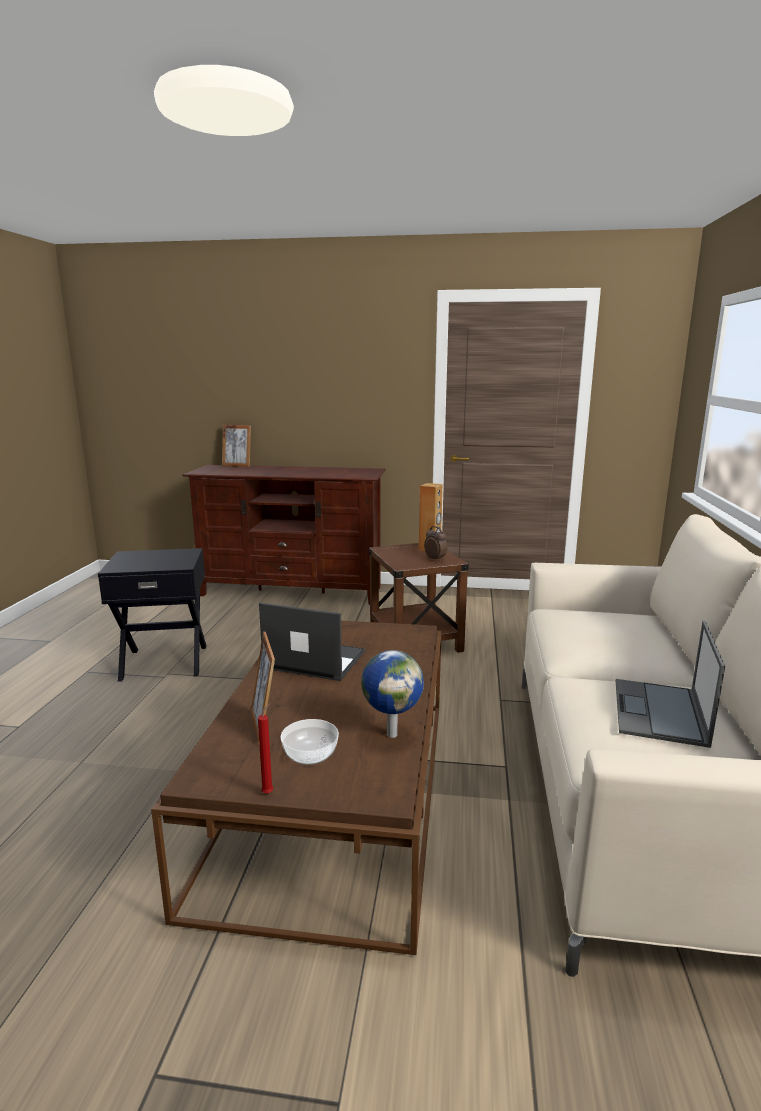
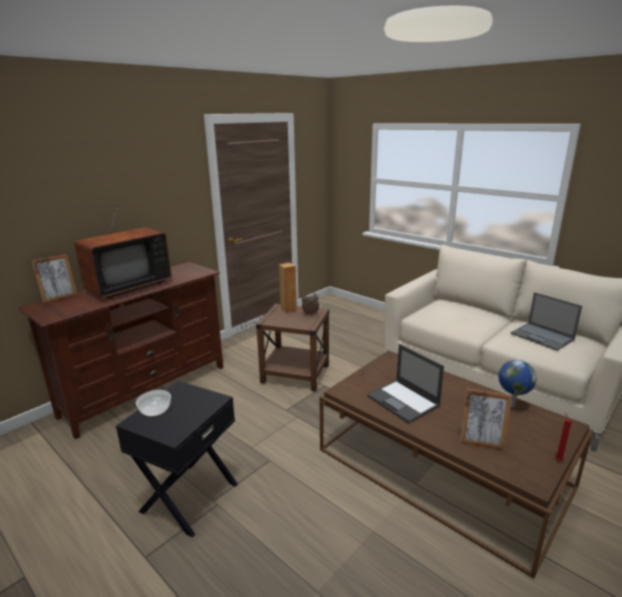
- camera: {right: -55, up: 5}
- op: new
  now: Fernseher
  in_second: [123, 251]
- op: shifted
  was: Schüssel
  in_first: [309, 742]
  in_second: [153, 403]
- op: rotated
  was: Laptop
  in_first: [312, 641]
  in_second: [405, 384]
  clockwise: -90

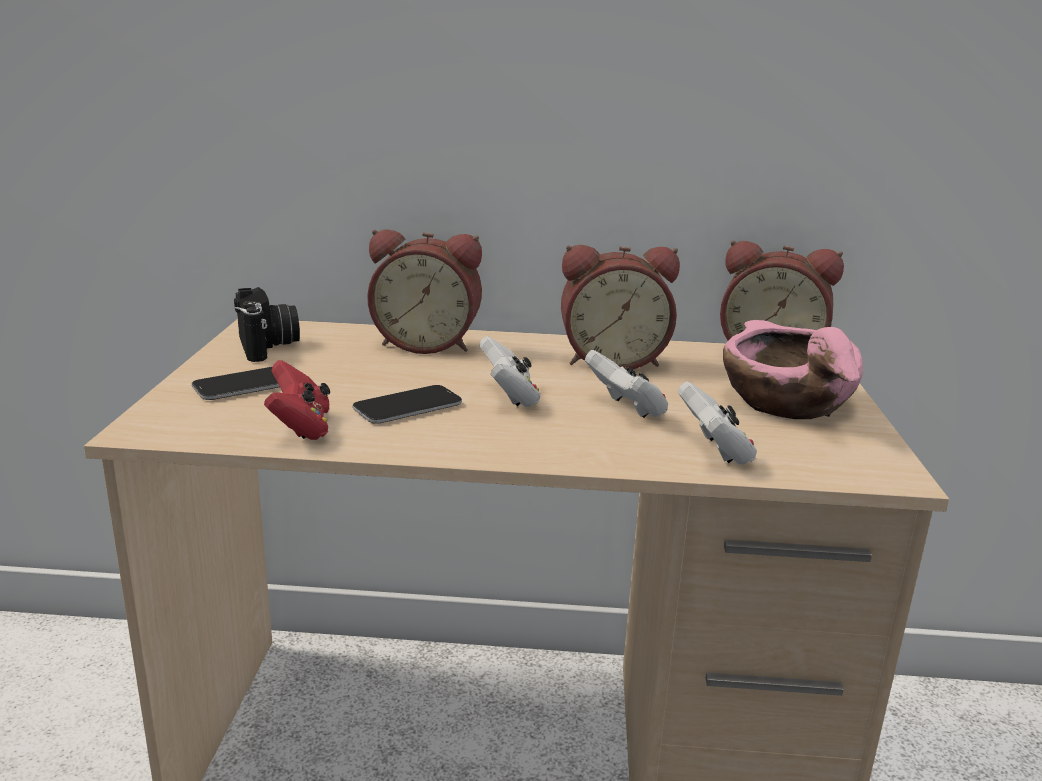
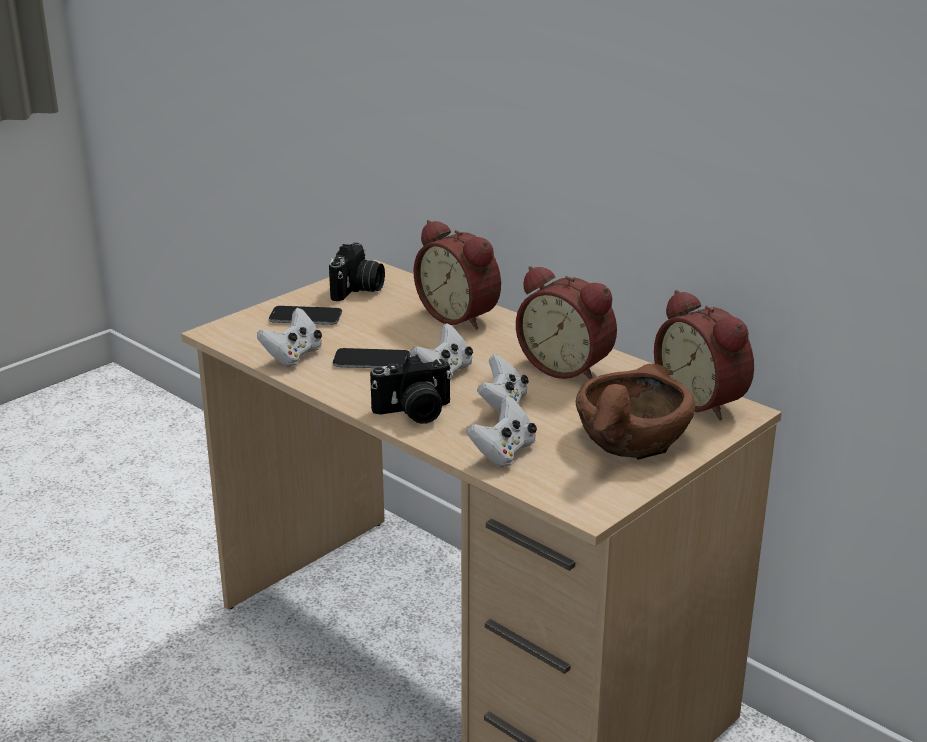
- camera: {right: 40, up: 5}
- op: new
  now: Kamera
  in_second: [411, 389]
- op: repainted
  was: Gamepad [rot]
  now: Gamepad [weiß]
  in_first: [297, 400]
  in_second: [289, 337]
- op: repainted
  was: Schüssel [rosa]
  now: Schüssel [braun]
  in_first: [793, 369]
  in_second: [635, 412]

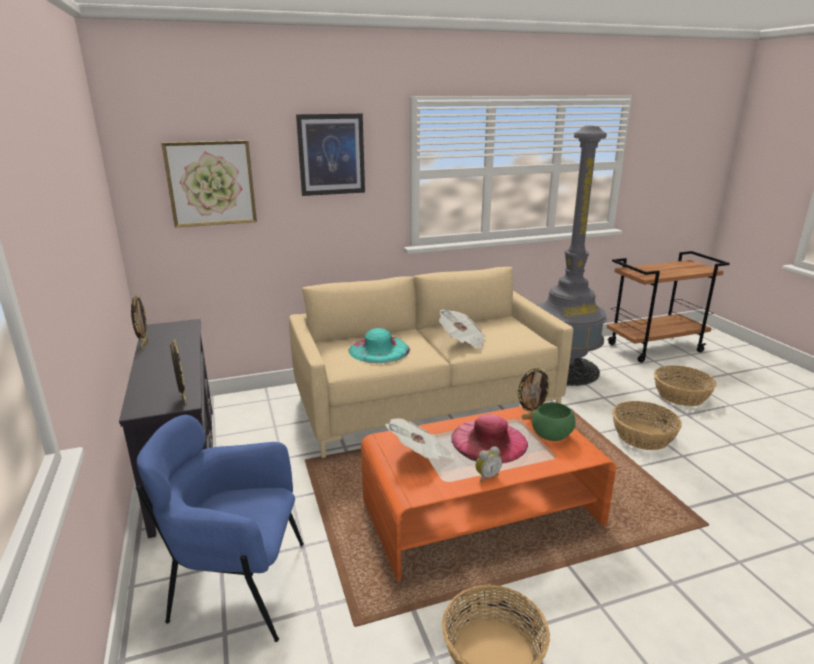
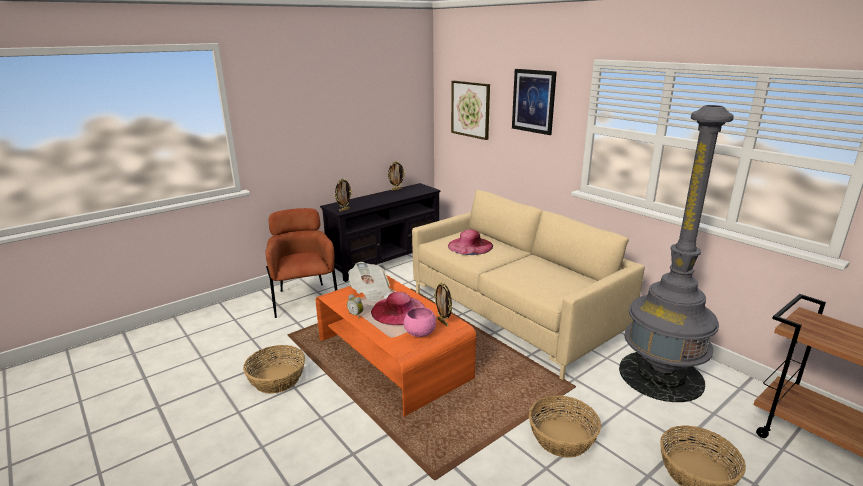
- camera: {right: 70, up: 0}
- op: gone
  was: Zeitung
  in_first: [462, 329]
- op: repainted
  was: Sessel [blau]
  now: Sessel [braun]
  in_first: [220, 528]
  in_second: [301, 263]
- op: repainted
  was: Hut [türkis]
  now: Hut [rosa]
  in_first: [379, 345]
  in_second: [470, 242]
- op: repainted
  was: Schüssel [grün]
  now: Schüssel [rosa]
  in_first: [553, 421]
  in_second: [419, 322]

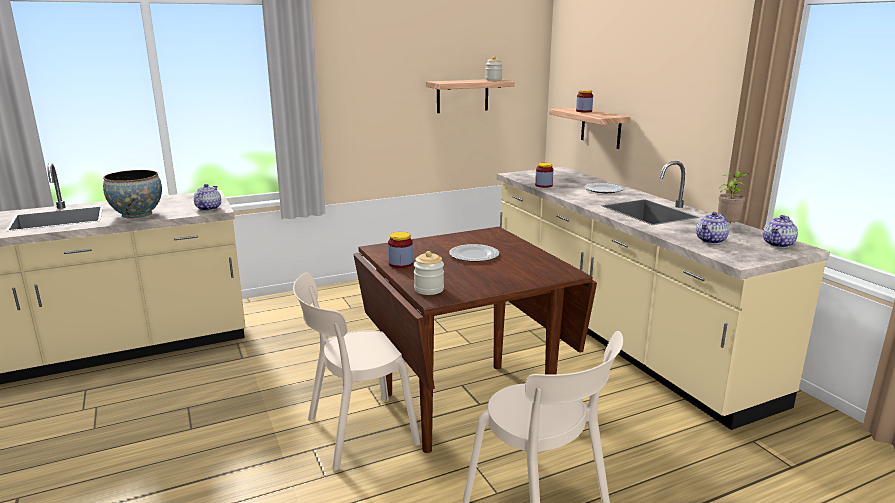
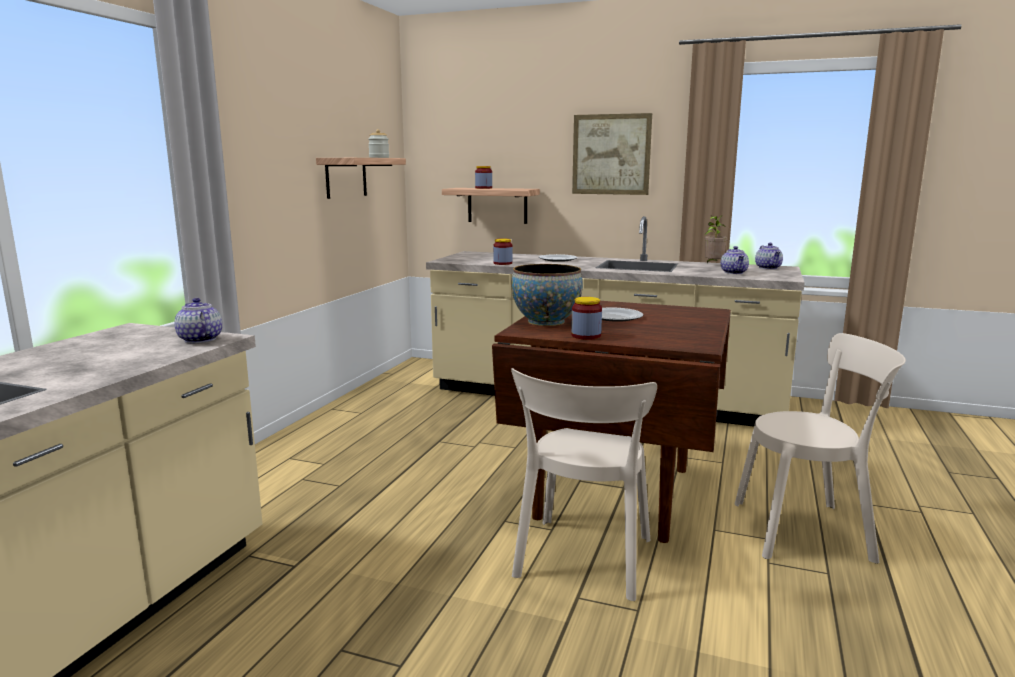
- camera: {right: -45, up: -5}
- op: gone
  was: Vorratsglas
  in_first: [429, 273]
- op: new
  now: Bild
  in_second: [612, 154]
- op: shifted
  was: Schüssel
  in_first: [132, 194]
  in_second: [547, 295]

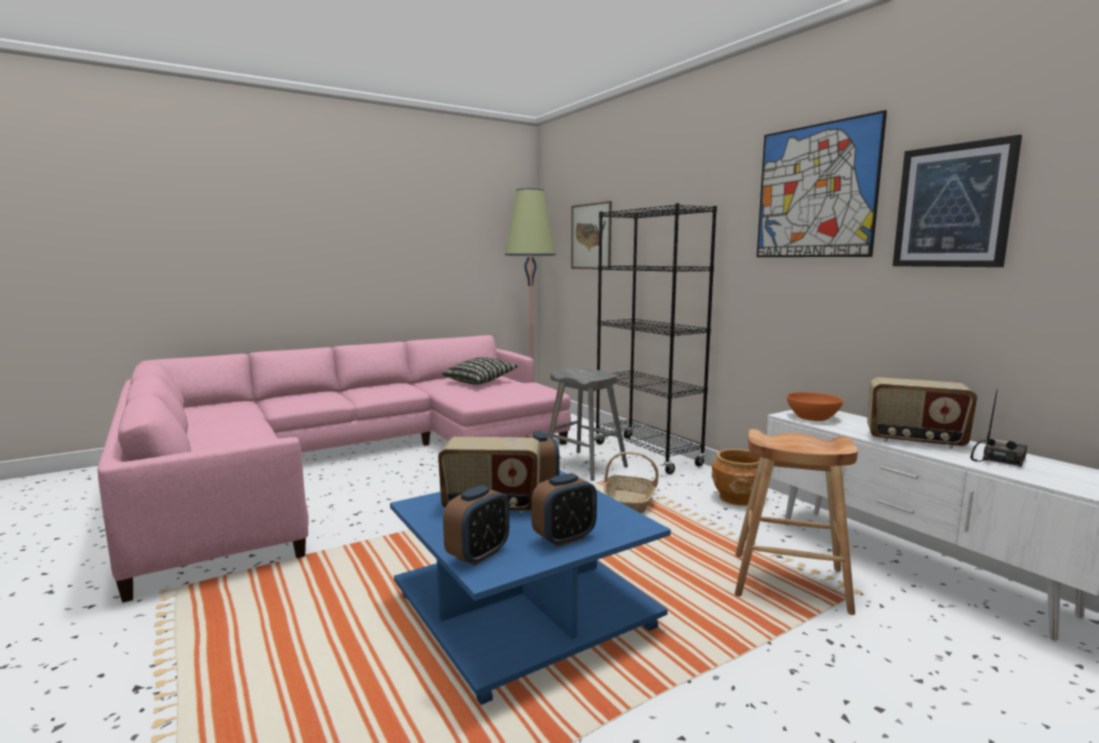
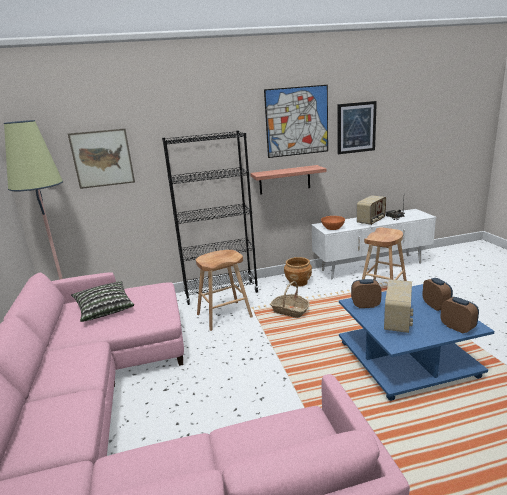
- camera: {right: -70, up: 10}
- op: new
  now: Wandregal
  in_second: [288, 180]
- op: repainted
  was: Hocker [grau]
  now: Hocker [braun]
  in_first: [588, 424]
  in_second: [224, 290]

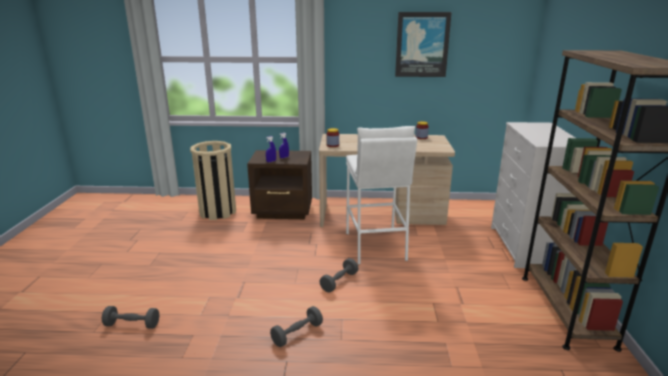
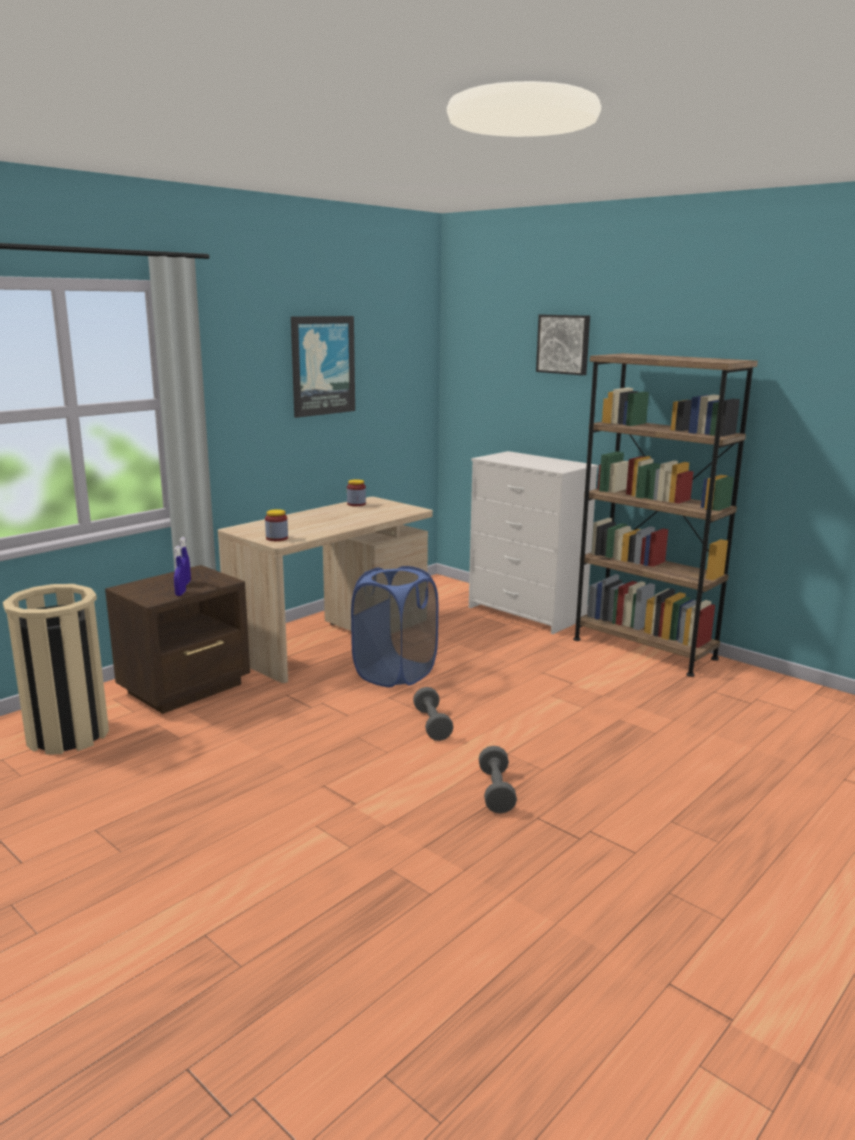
- camera: {right: -50, up: -5}
- op: gone
  was: Hantel [grau]
  in_first: [130, 317]
- op: new
  now: Bild
  in_second: [563, 345]
- op: swapped
  was: Hocker [weiß]
  now: Wäschekorb [blau]
  in_first: [381, 195]
  in_second: [394, 626]

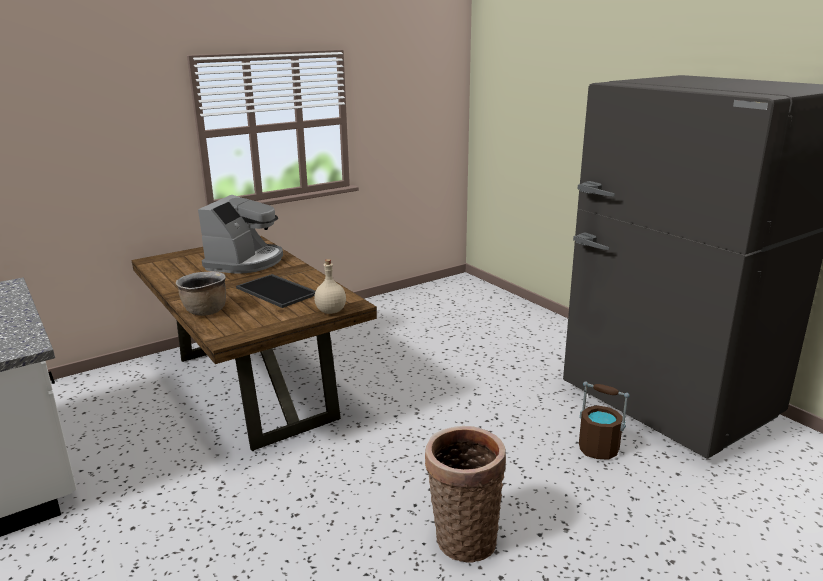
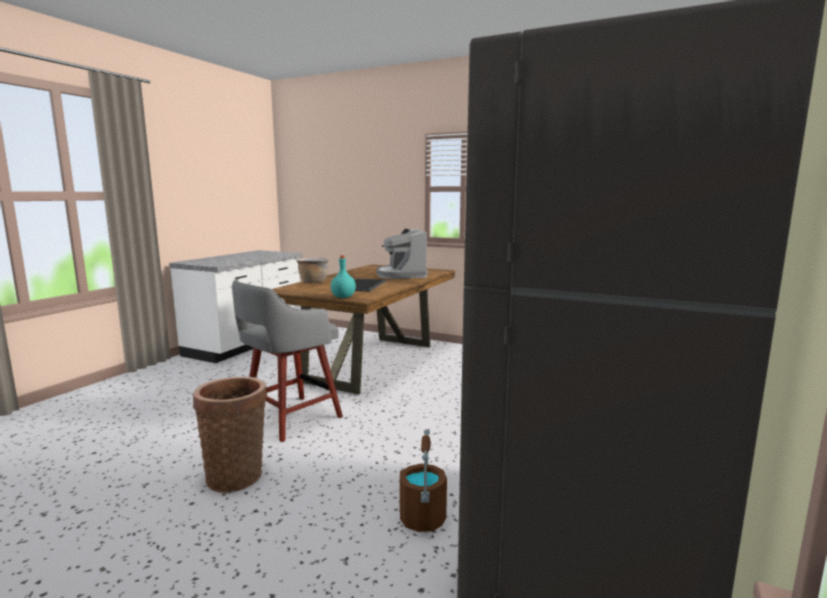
- camera: {right: 60, up: -10}
- op: new
  now: Hocker [grau]
  in_second: [287, 361]
- op: repainted
  was: Flasche [beige]
  now: Flasche [türkis]
  in_first: [330, 286]
  in_second: [343, 276]
- op: rotated
  was: Kaffeemaschine
  in_first: [240, 234]
  in_second: [402, 254]
  clockwise: 90

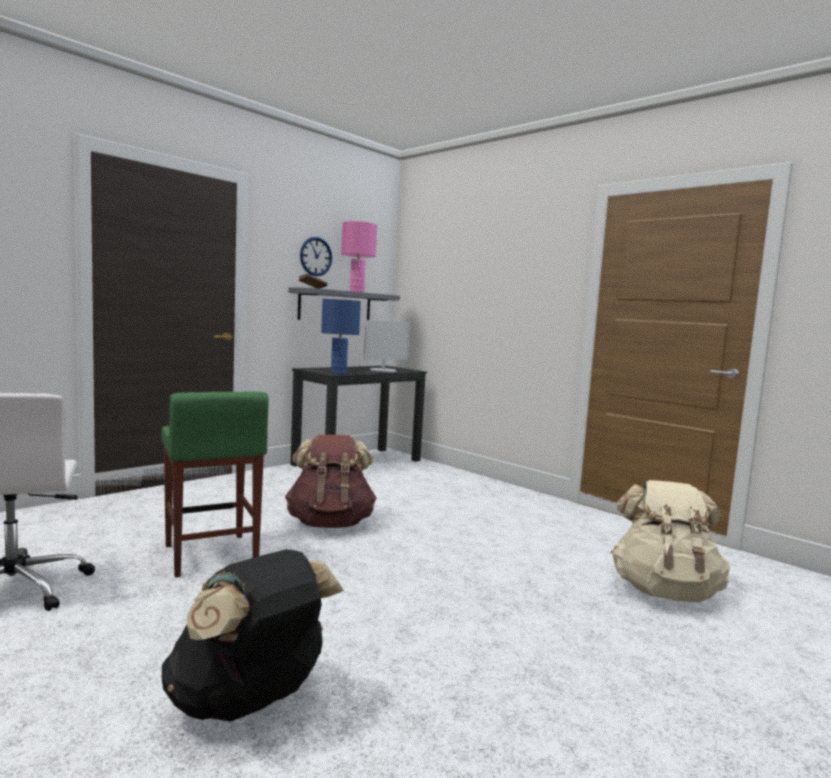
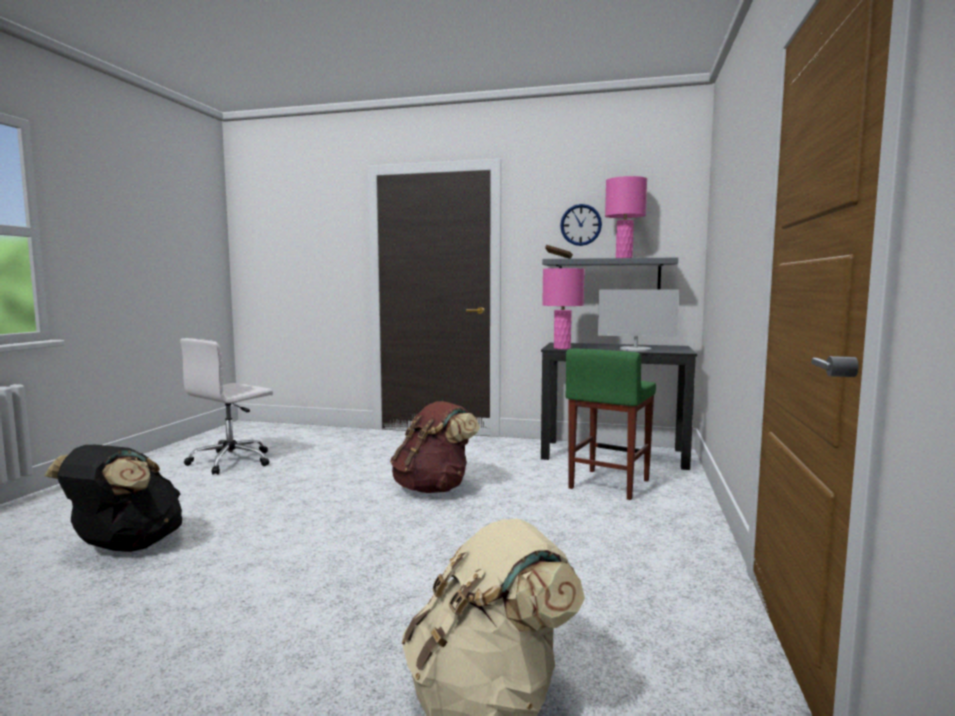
- camera: {right: 60, up: 0}
- op: shifted
  was: Hocker [grün]
  in_first: [215, 485]
  in_second: [611, 424]
- op: repainted
  was: Tischlampe [blau]
  now: Tischlampe [rosa]
  in_first: [341, 336]
  in_second: [563, 308]

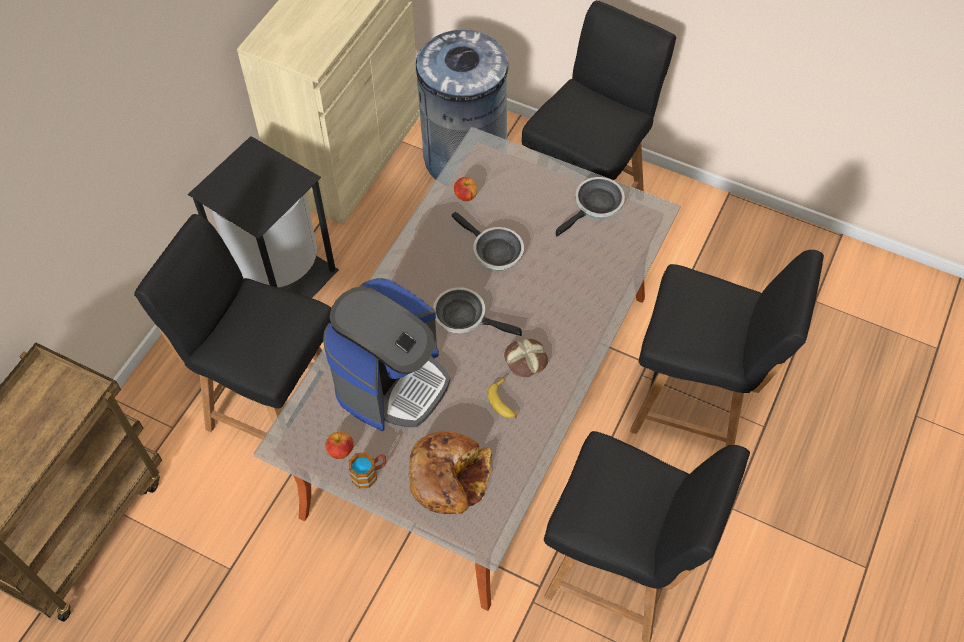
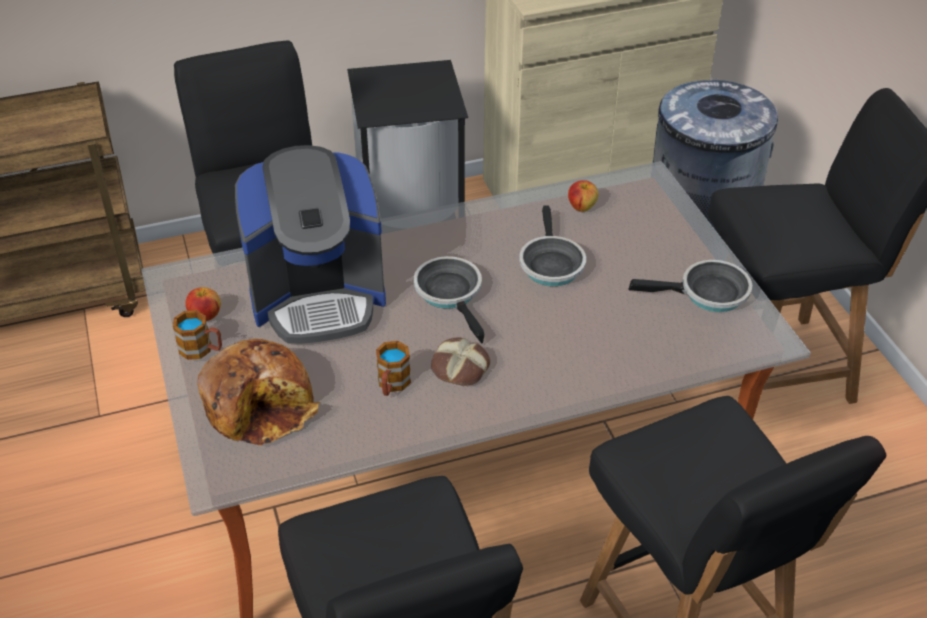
- camera: {right: 45, up: -15}
- op: swapped
  was: Banane
  now: Henkelbecher
  in_first: [502, 397]
  in_second: [393, 368]

